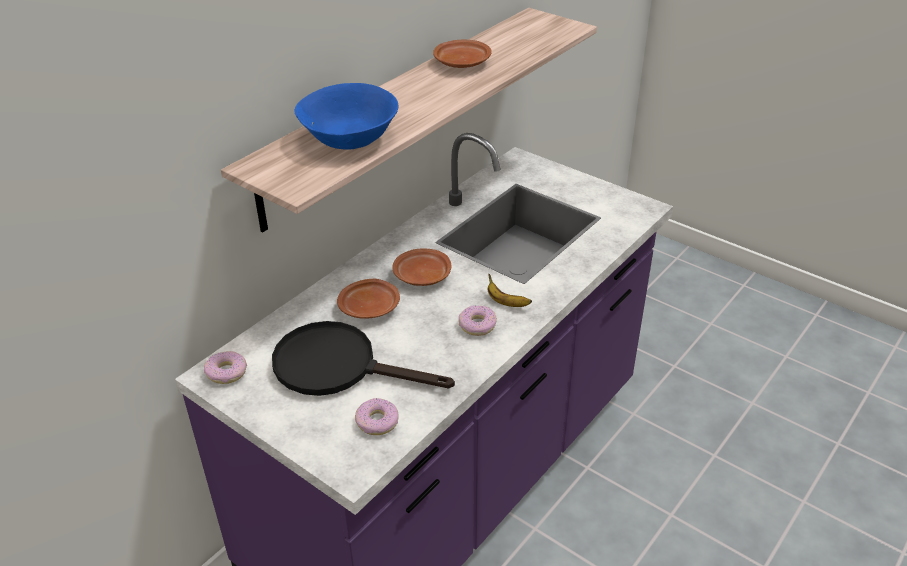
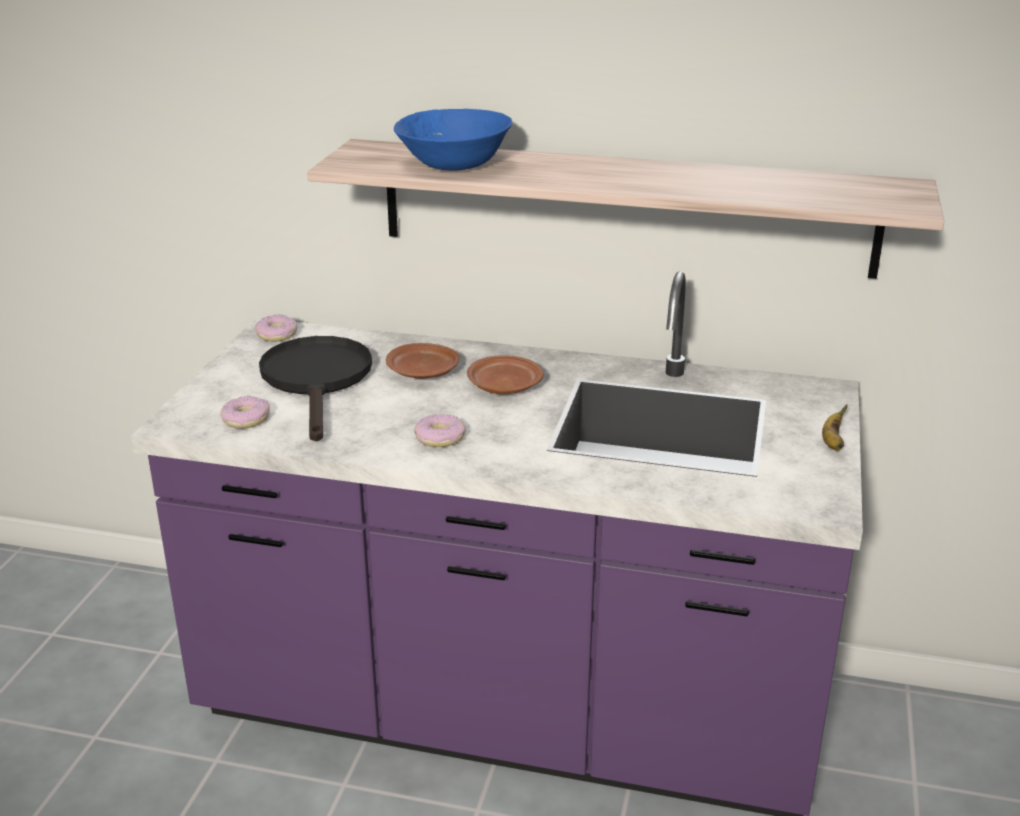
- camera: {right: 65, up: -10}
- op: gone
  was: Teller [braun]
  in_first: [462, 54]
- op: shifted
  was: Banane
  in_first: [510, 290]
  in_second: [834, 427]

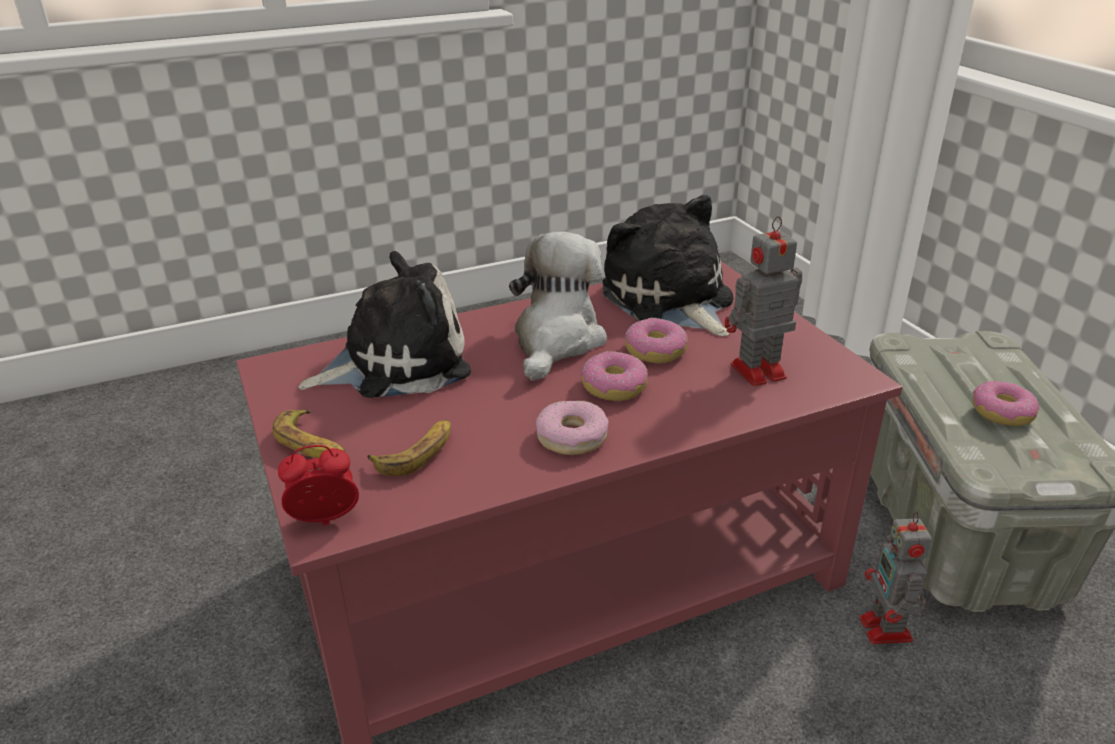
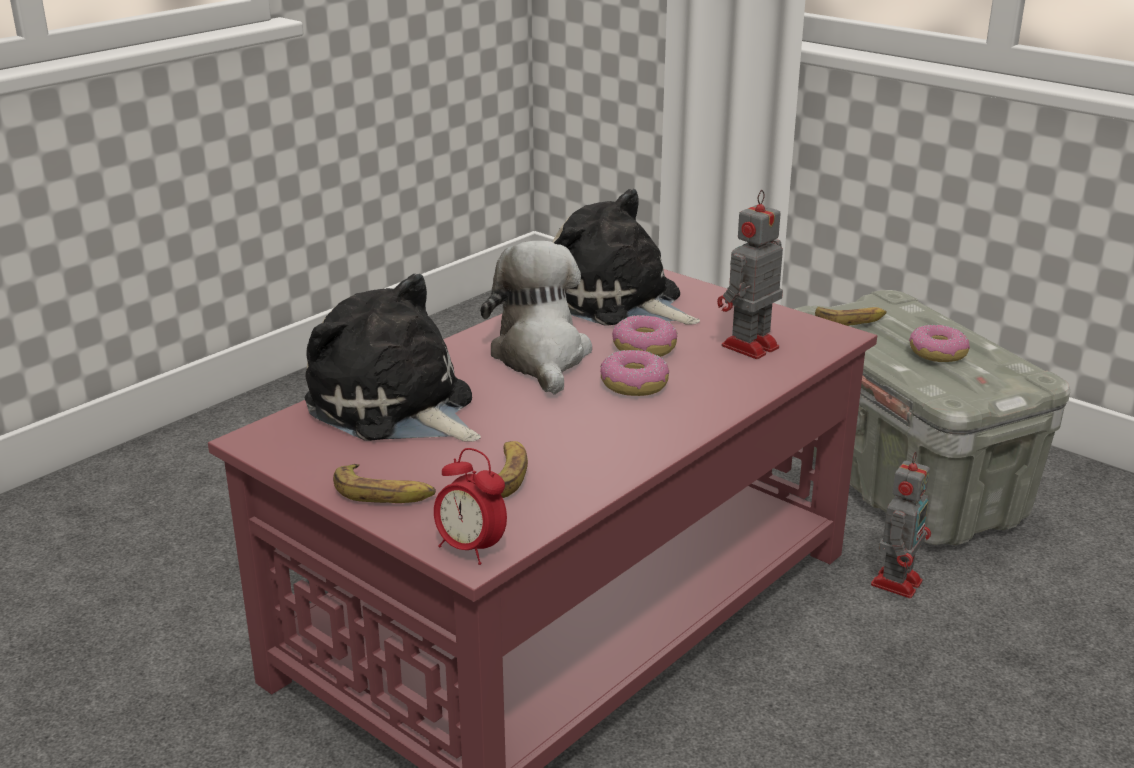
- camera: {right: -25, up: -5}
- op: gone
  was: Donut
  in_first: [572, 427]
- op: new
  now: Banane
  in_second: [851, 316]
- op: rotated
  was: Wecker
  in_first: [318, 485]
  in_second: [470, 506]
  clockwise: -105
- op: rotated
  was: Plüschtier
  in_first: [384, 324]
  in_second: [393, 358]
  clockwise: -90
- op: rotated
  was: Spielzeugroboter
  in_first: [895, 578]
  in_second: [901, 524]
  clockwise: -120

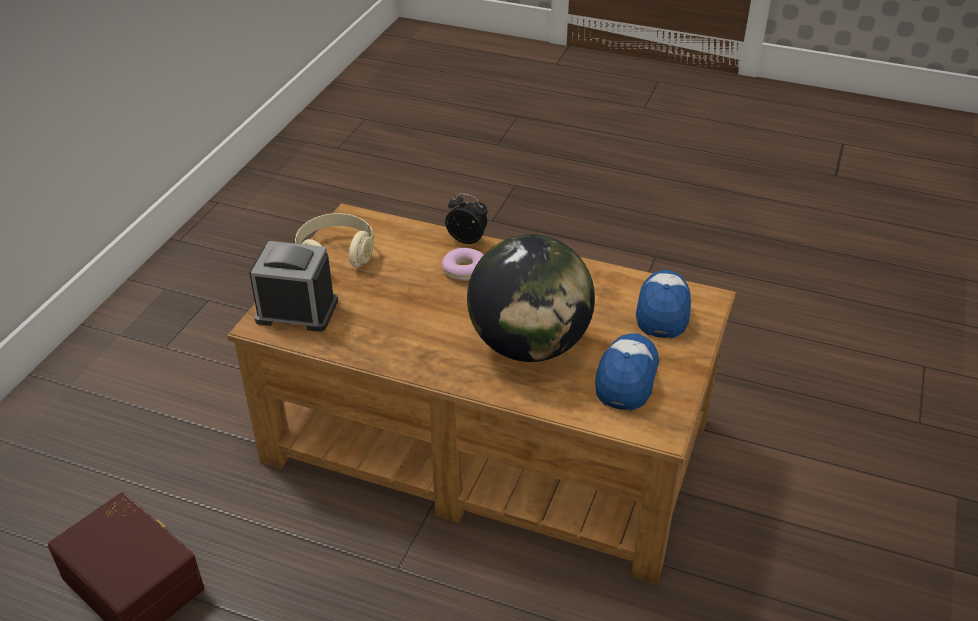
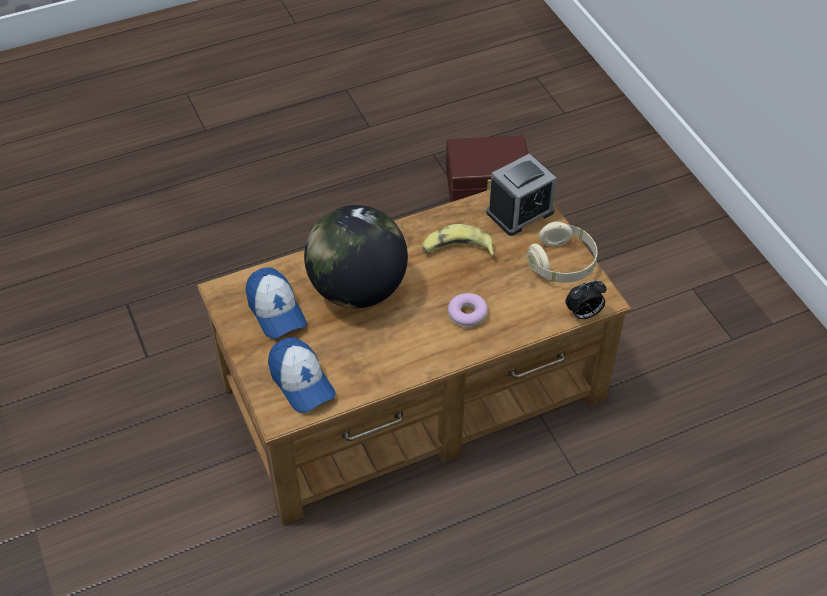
- camera: {right: 135, up: 10}
- op: new
  now: Banane
  in_second: [458, 240]
- op: shifted
  was: Wecker
  in_first: [466, 218]
  in_second: [585, 299]

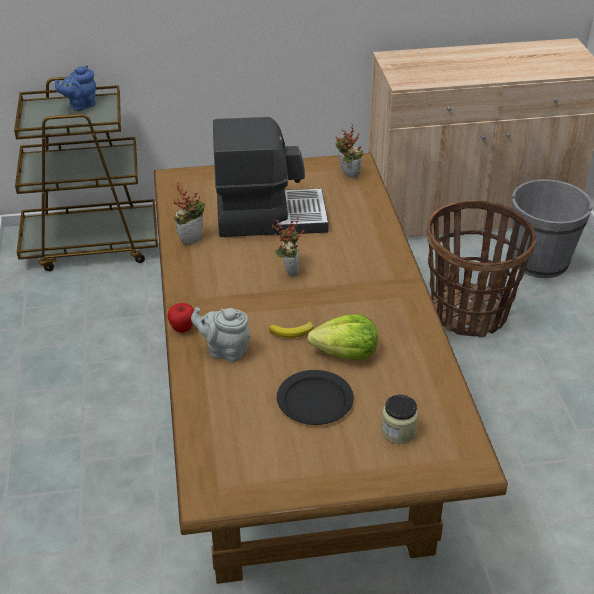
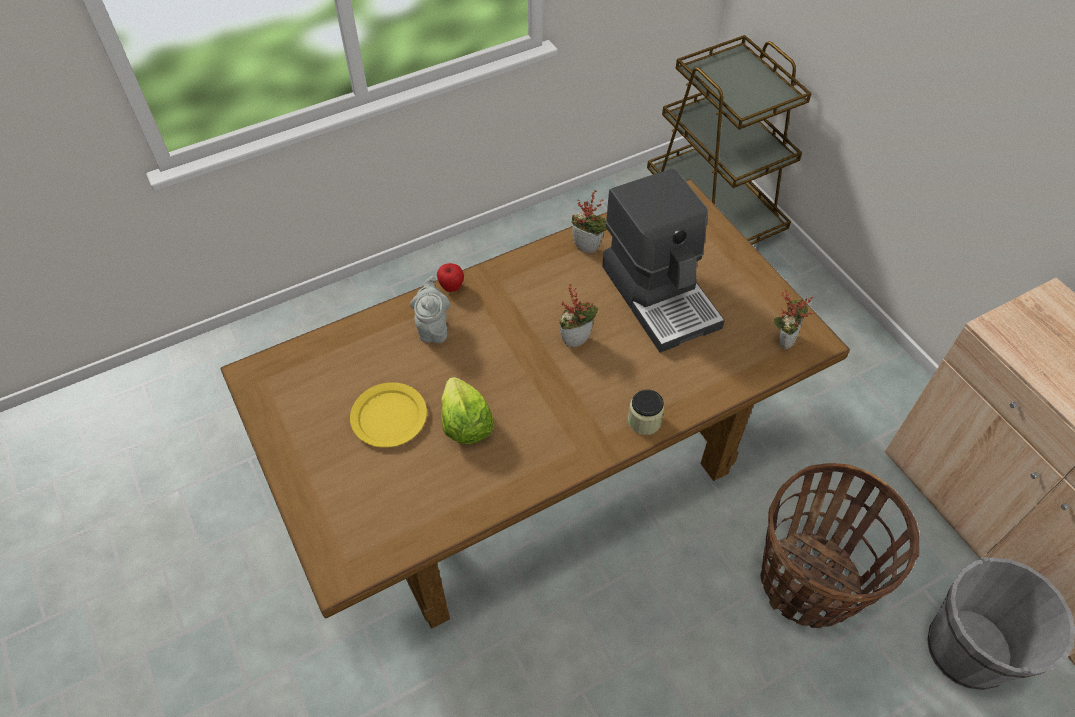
- camera: {right: 70, up: 15}
- op: gone
  was: Teekanne [blau]
  in_first: [75, 88]
- op: gone
  was: Banane
  in_first: [291, 329]
- op: shifted
  was: Vorratsglas
  in_first: [399, 419]
  in_second: [646, 412]
- op: repainted
  was: Teller [schwarz]
  now: Teller [gelb]
  in_first: [315, 397]
  in_second: [388, 415]

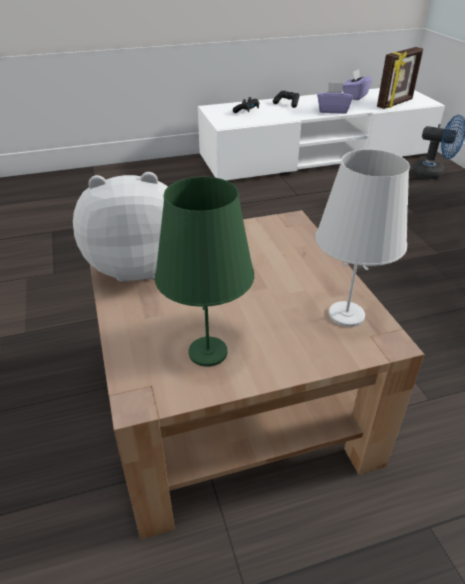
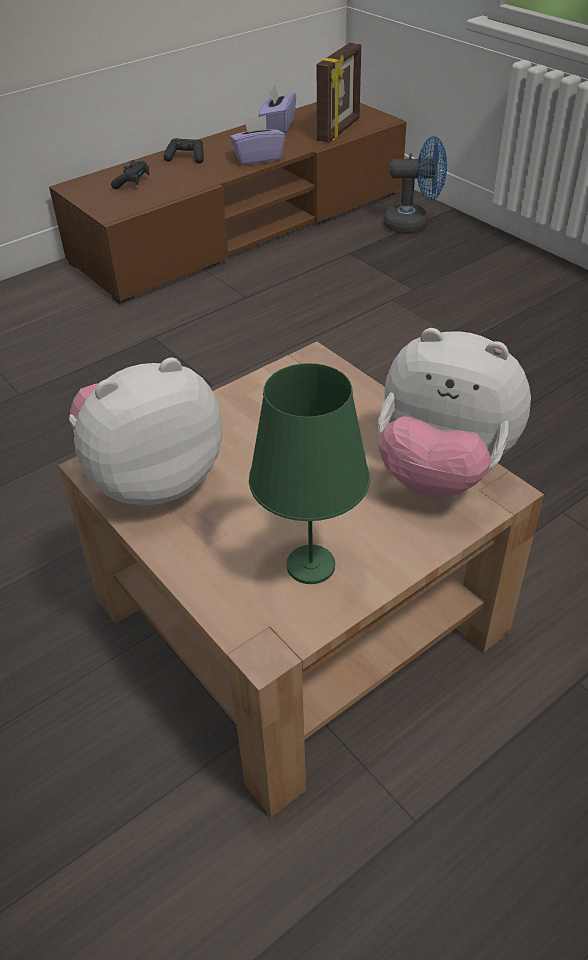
- camera: {right: -20, up: 5}
- op: swapped
  was: Tischlampe [weiß]
  now: Plüschtier
  in_first: [362, 238]
  in_second: [454, 413]
- op: repainted
  was: Fernsehschrank [weiß]
  now: Fernsehschrank [braun]
  in_first: [321, 134]
  in_second: [228, 203]

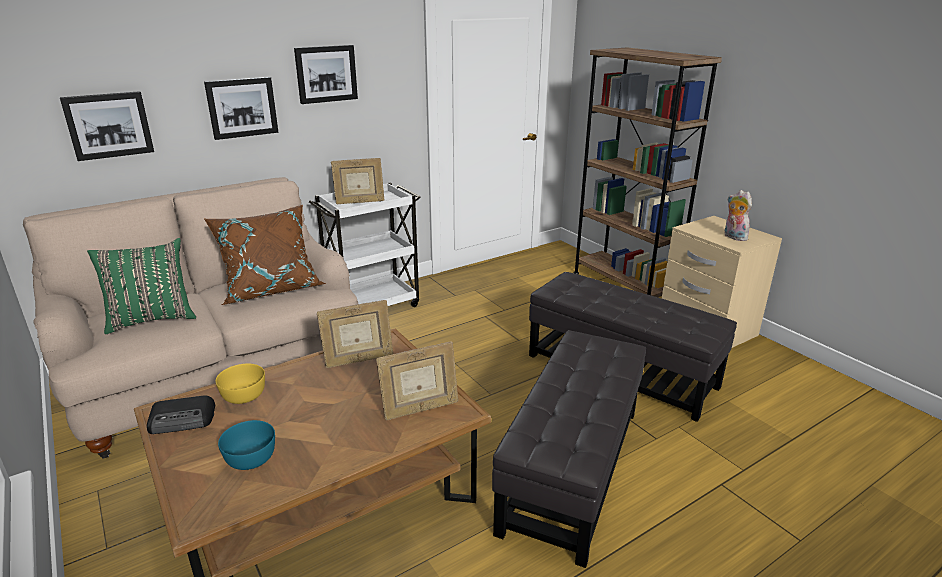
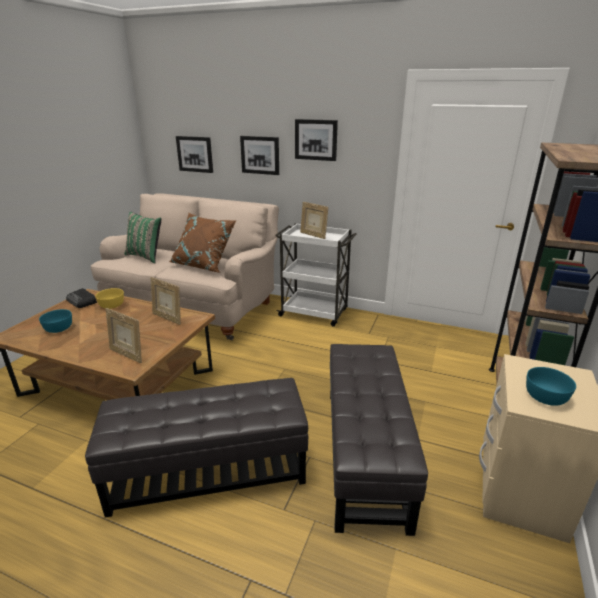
- camera: {right: 55, up: 0}
- op: swapped
  was: Plüschtier
  now: Schüssel [türkis]
  in_first: [738, 215]
  in_second: [551, 386]

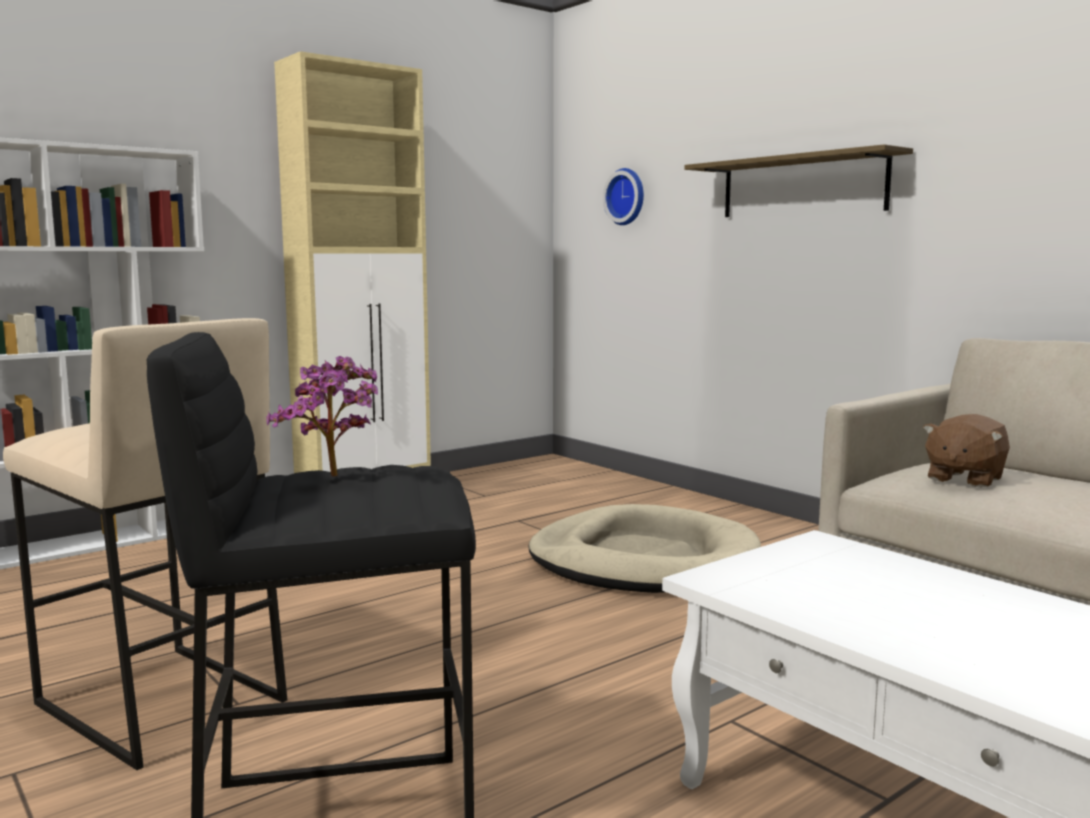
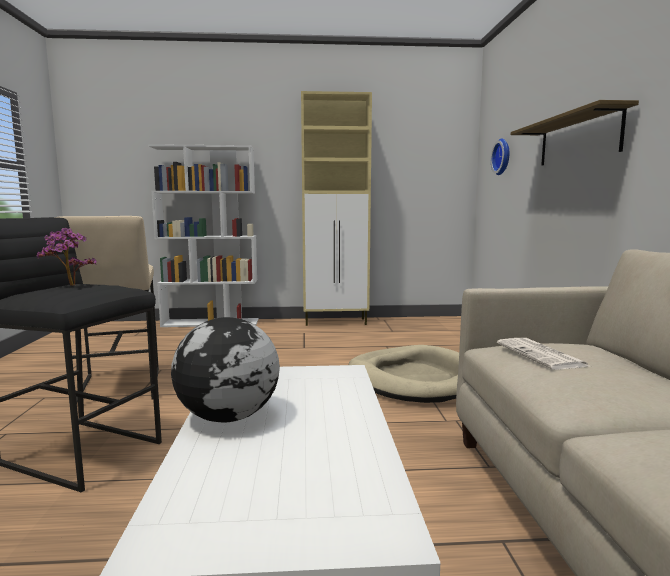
- camera: {right: 35, up: 0}
- op: new
  now: Globus
  in_second: [225, 369]
- op: swapped
  was: Plüschtier [braun]
  now: Zeitung
  in_first: [966, 451]
  in_second: [543, 354]

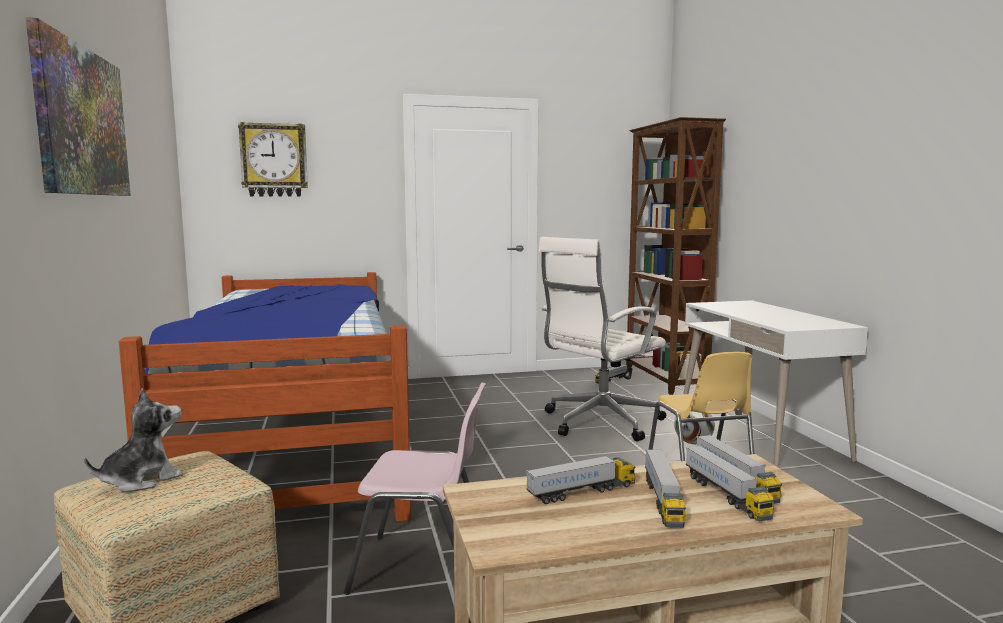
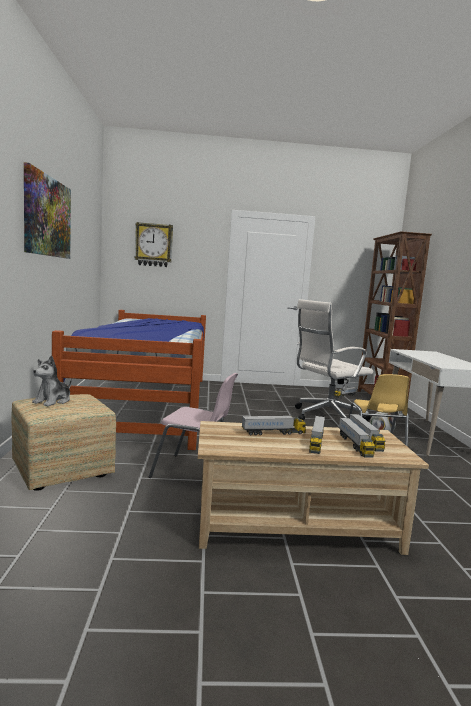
- camera: {right: 10, up: 0}
- op: rotated
  was: Plüschtier
  in_first: [133, 440]
  in_second: [52, 380]
  clockwise: 150

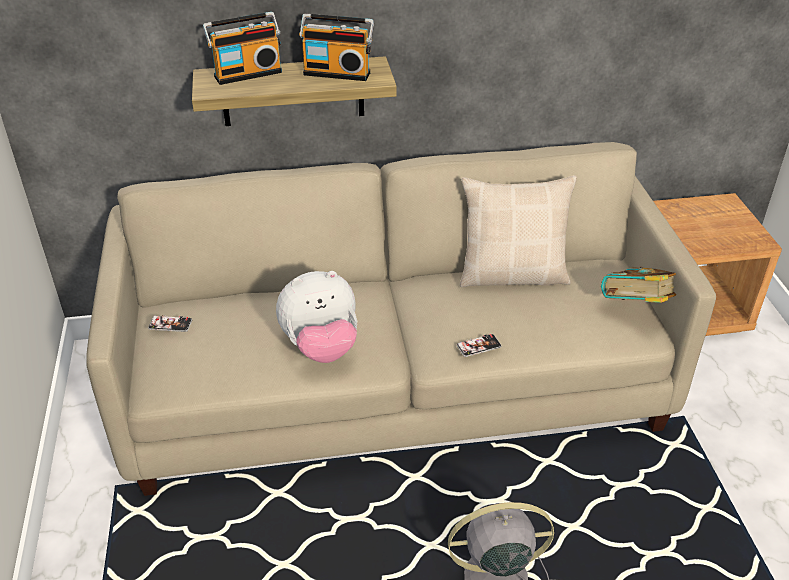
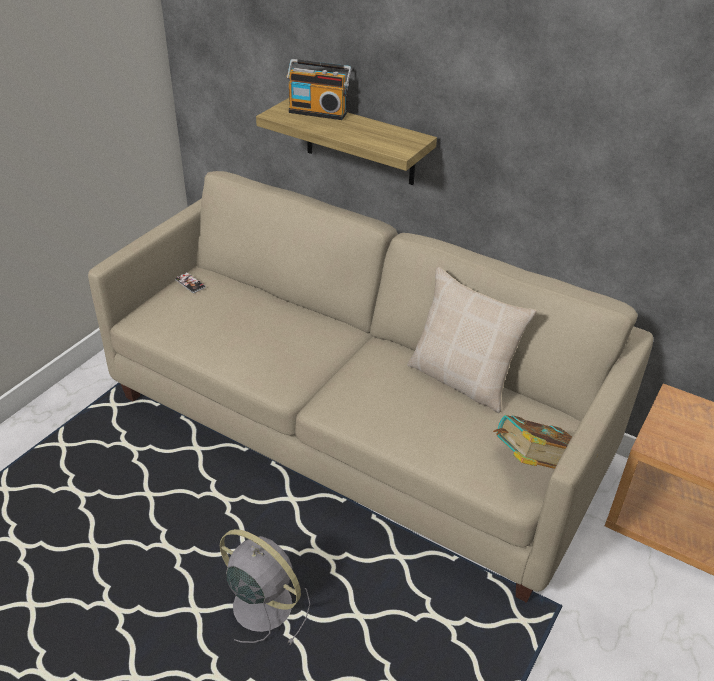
- camera: {right: 40, up: 0}
- op: gone
  was: Plüschtier
  in_first: [316, 317]
- op: gone
  was: Radio
  in_first: [336, 47]
- op: gone
  was: Handy
  in_first: [479, 345]

